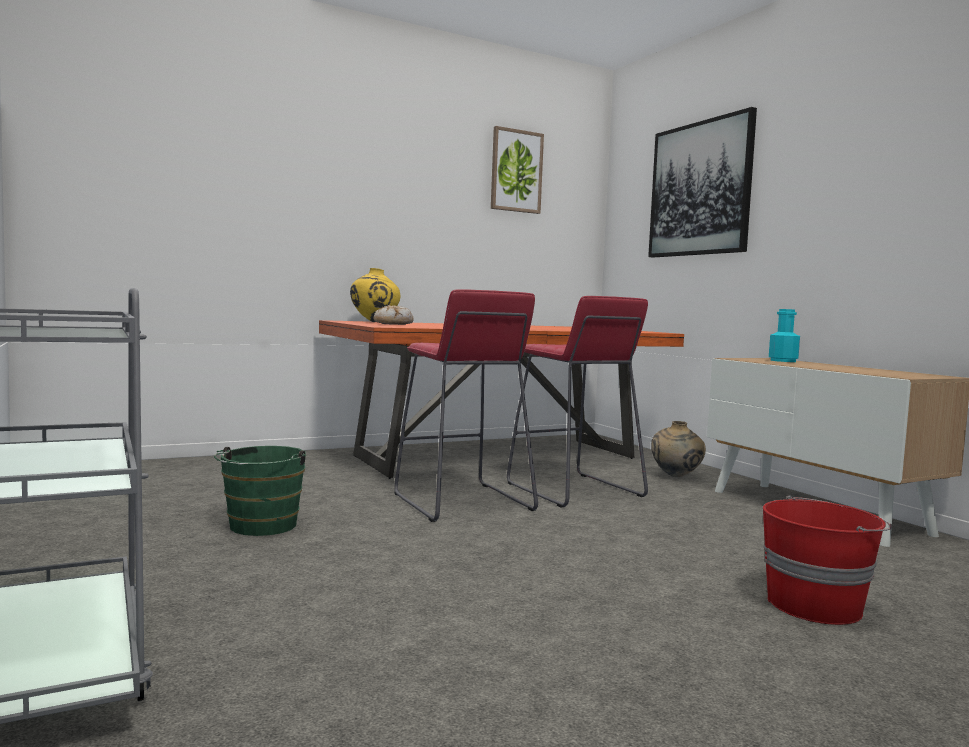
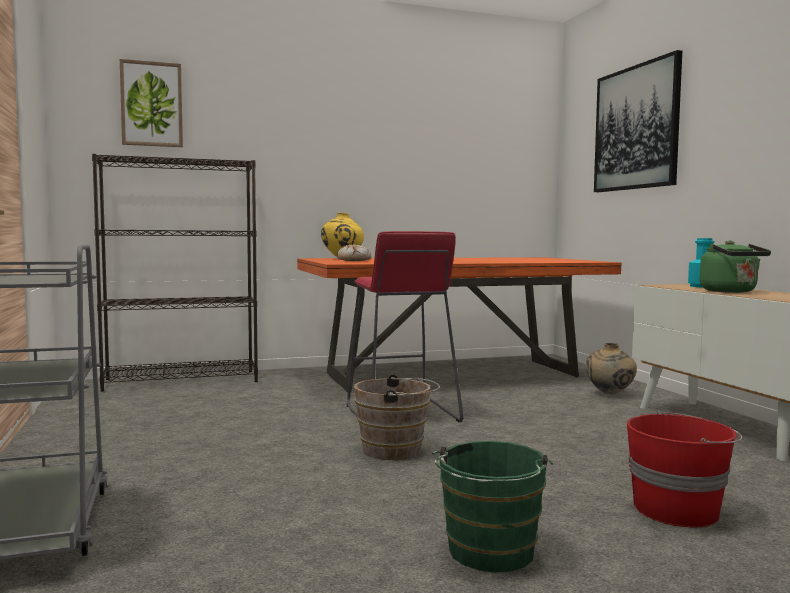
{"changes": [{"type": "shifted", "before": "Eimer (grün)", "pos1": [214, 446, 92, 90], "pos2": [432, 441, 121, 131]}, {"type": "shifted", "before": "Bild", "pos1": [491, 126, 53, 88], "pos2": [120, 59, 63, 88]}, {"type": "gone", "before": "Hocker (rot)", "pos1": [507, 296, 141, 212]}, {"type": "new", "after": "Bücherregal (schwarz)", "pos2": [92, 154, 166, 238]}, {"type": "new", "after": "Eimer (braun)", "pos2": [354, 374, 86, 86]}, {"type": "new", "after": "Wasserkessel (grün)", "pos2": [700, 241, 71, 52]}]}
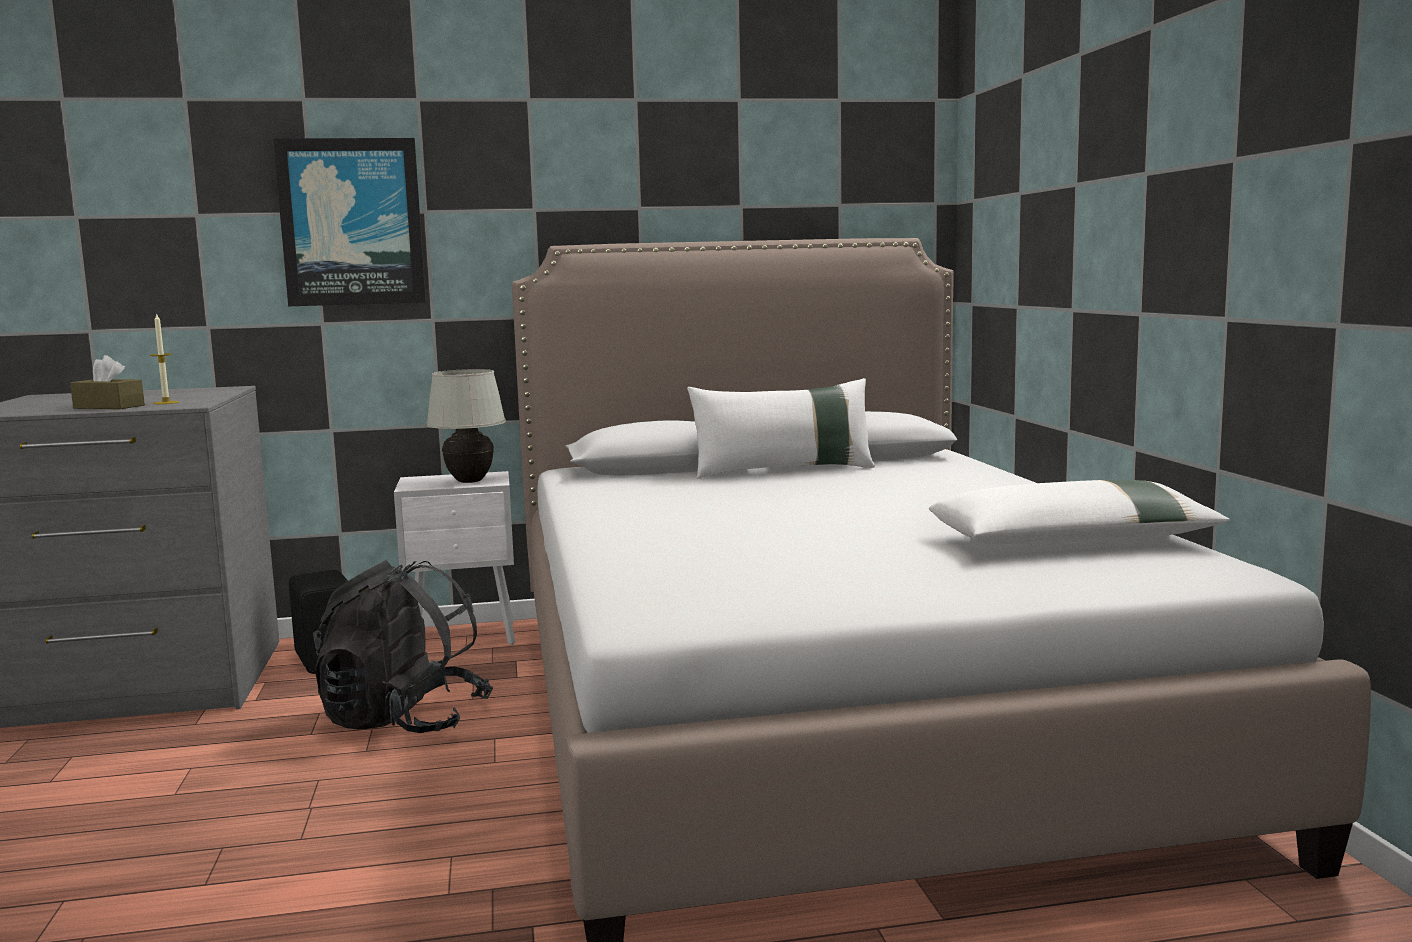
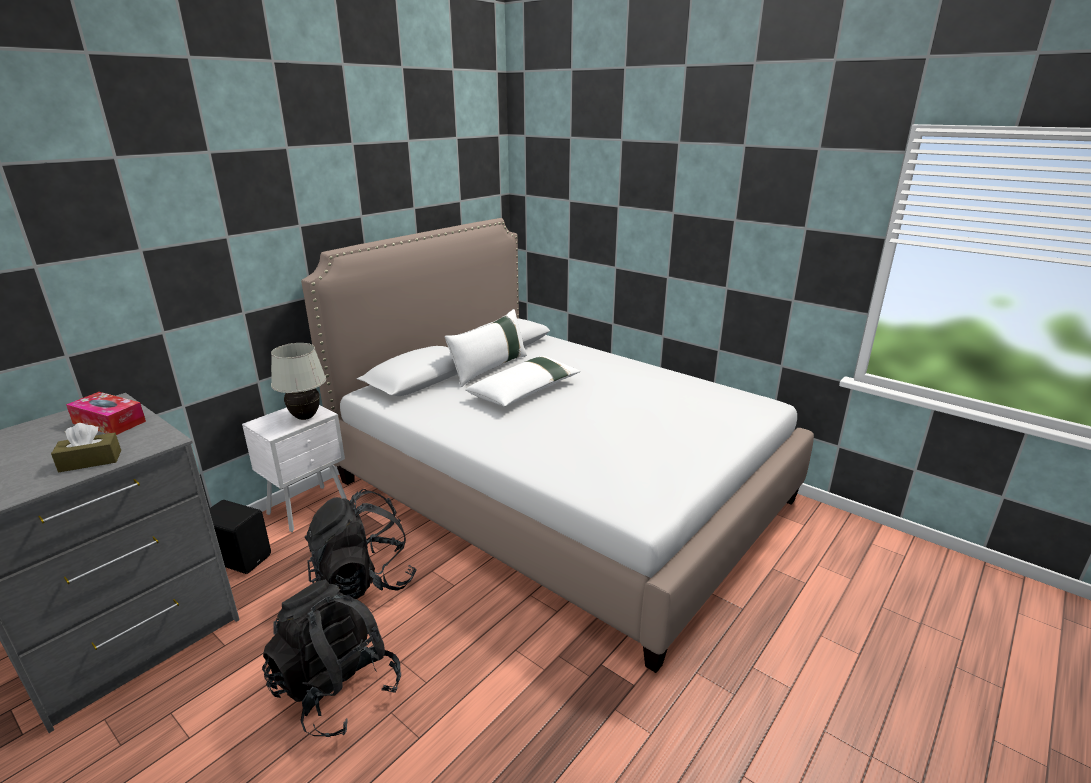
{"changes": [{"type": "gone", "before": "Kerze", "pos1": [150, 313, 29, 91]}, {"type": "gone", "before": "Bild", "pos1": [273, 138, 153, 168]}, {"type": "shifted", "before": "Kissen (weiß)", "pos1": [929, 480, 301, 65], "pos2": [465, 356, 116, 51]}, {"type": "new", "after": "Taschentuchbox", "pos2": [66, 392, 80, 43]}, {"type": "new", "after": "Rucksack (schwarz)", "pos2": [262, 579, 139, 158]}]}
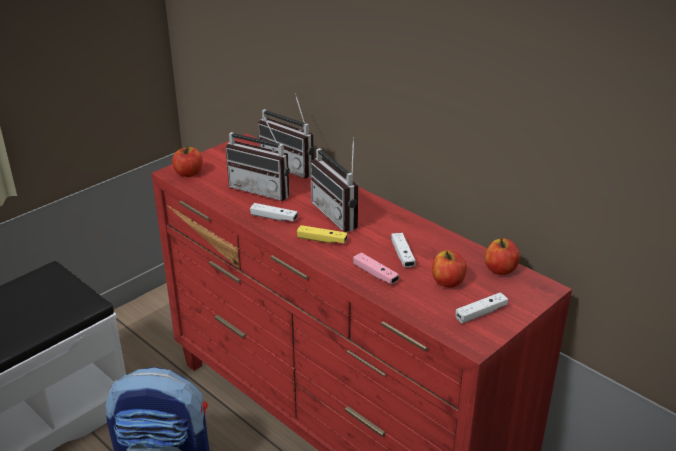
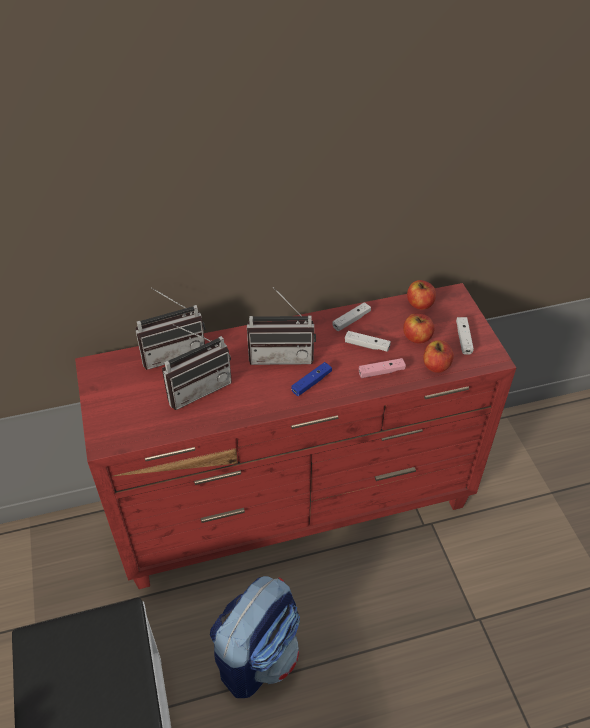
{"changes": [{"type": "shifted", "before": "Apfel", "pos1": [172, 146, 31, 31], "pos2": [423, 340, 31, 33]}, {"type": "shifted", "before": "Gamepad (weiß)", "pos1": [250, 203, 48, 18], "pos2": [333, 302, 38, 29]}, {"type": "repainted", "before": "Gamepad (gelb)", "after": "Gamepad (blau)", "pos1": [297, 225, 51, 18], "pos2": [291, 362, 41, 34]}]}
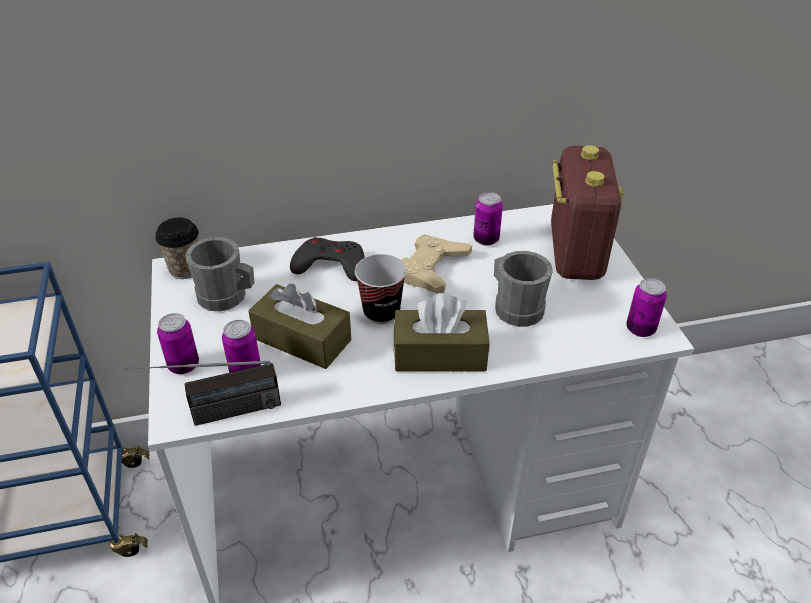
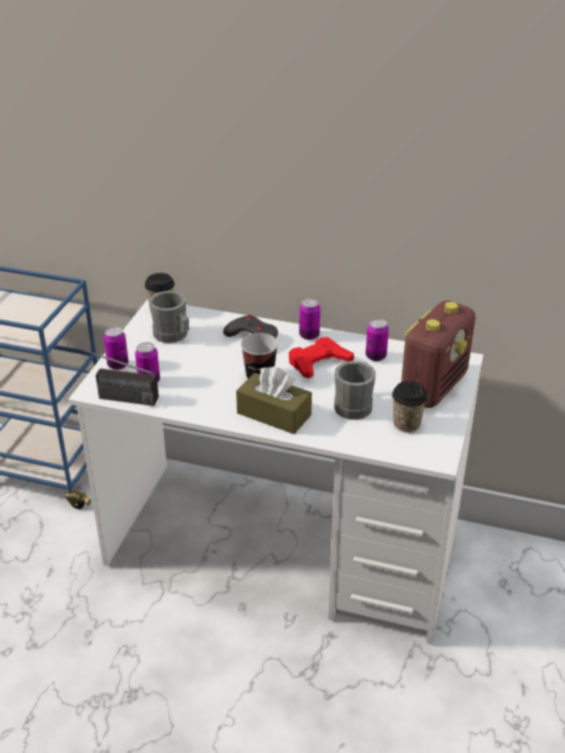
{"changes": [{"type": "gone", "before": "Taschentuchbox (braun)", "pos1": [248, 284, 103, 85]}, {"type": "repainted", "before": "Gamepad (beige)", "after": "Gamepad (rot)", "pos1": [401, 234, 71, 59], "pos2": [289, 337, 65, 42]}, {"type": "shifted", "before": "Dose", "pos1": [626, 278, 41, 59], "pos2": [299, 298, 21, 42]}, {"type": "new", "after": "Tasse", "pos2": [392, 381, 36, 52]}]}
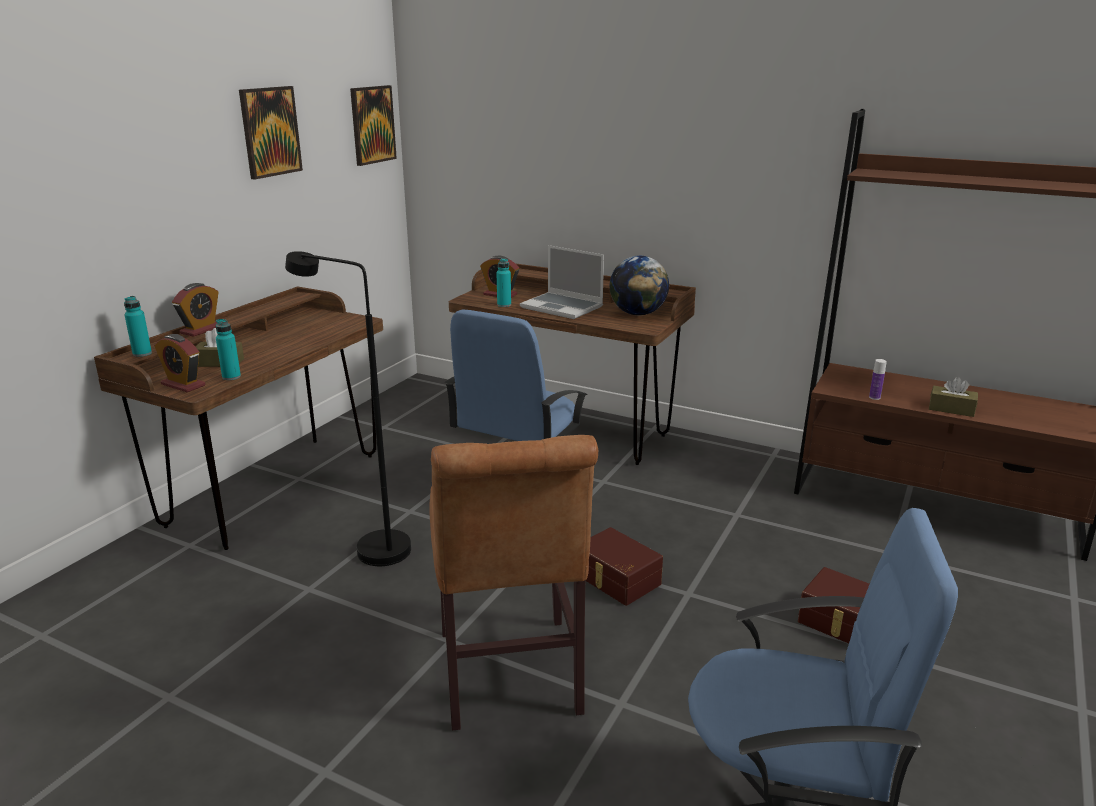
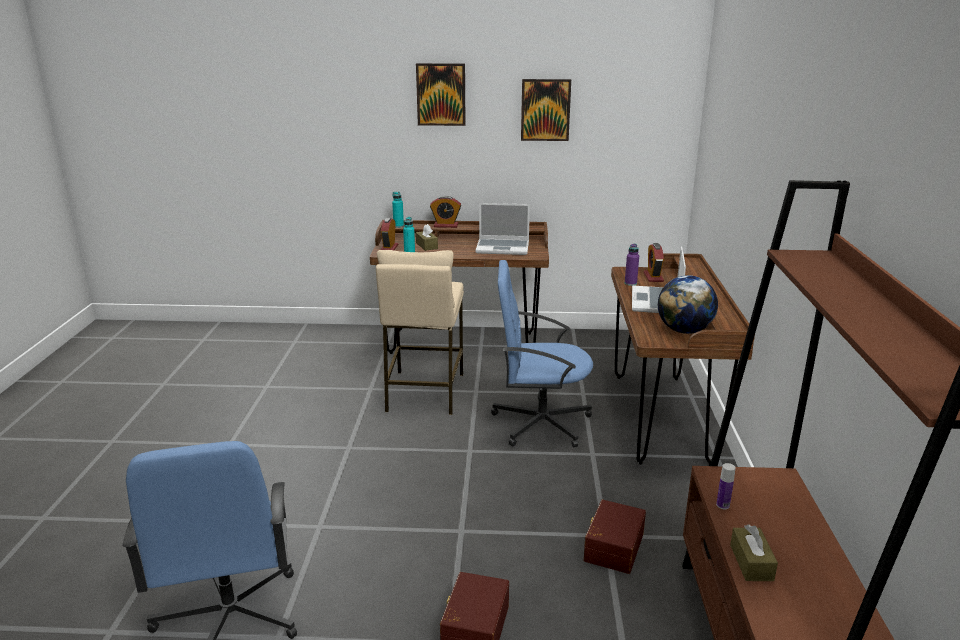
{"changes": [{"type": "swapped", "before": "Stehlampe (schwarz)", "after": "Hocker (beige)", "pos1": [285, 251, 126, 315], "pos2": [376, 250, 88, 165]}, {"type": "shifted", "before": "Bild", "pos1": [350, 85, 47, 81], "pos2": [416, 63, 50, 63]}, {"type": "gone", "before": "Stuhl (braun)", "pos1": [430, 435, 168, 296]}, {"type": "repainted", "before": "Flasche (türkis)", "after": "Flasche (lila)", "pos1": [496, 258, 15, 49], "pos2": [625, 244, 14, 42]}, {"type": "shifted", "before": "Aufbewahrungsbox (braun)", "pos1": [585, 527, 78, 79], "pos2": [584, 500, 62, 74]}, {"type": "new", "after": "Laptop", "pos2": [476, 203, 54, 52]}]}
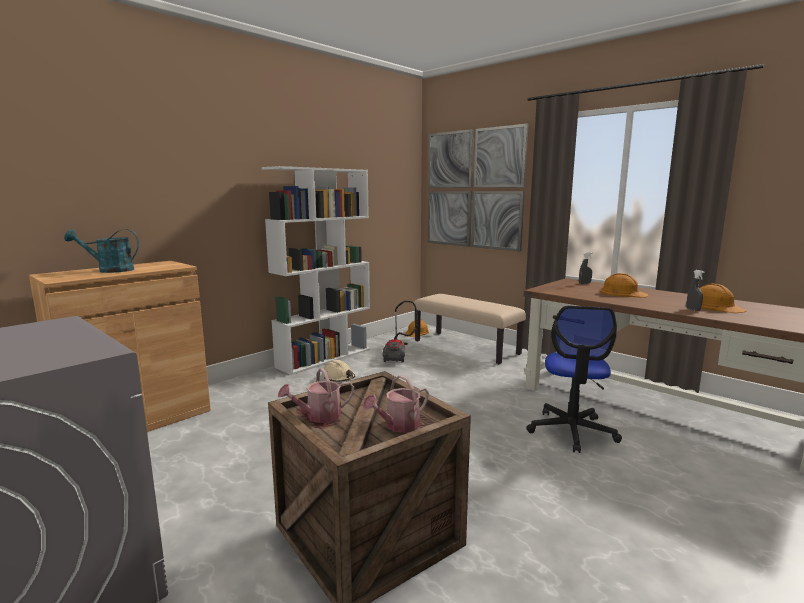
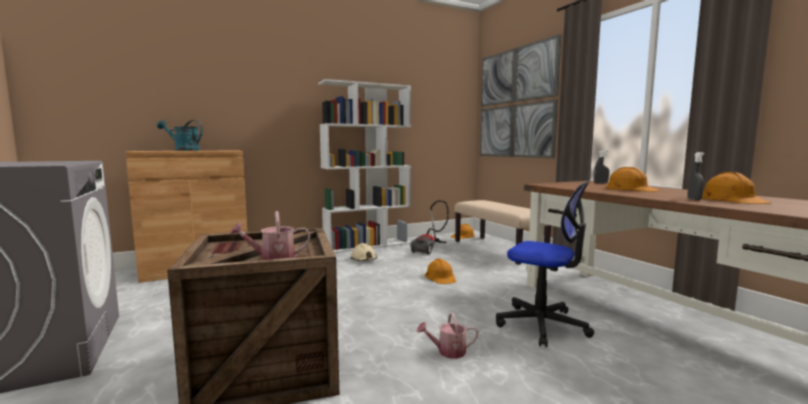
{"changes": [{"type": "shifted", "before": "Gießkanne", "pos1": [278, 368, 76, 55], "pos2": [417, 313, 61, 46]}, {"type": "rotated", "before": "Bürostuhl", "pos1": [526, 306, 96, 147], "pos2": [496, 181, 98, 166], "turn": -90}, {"type": "new", "after": "Schutzhelm (orange)", "pos2": [425, 258, 32, 26]}]}
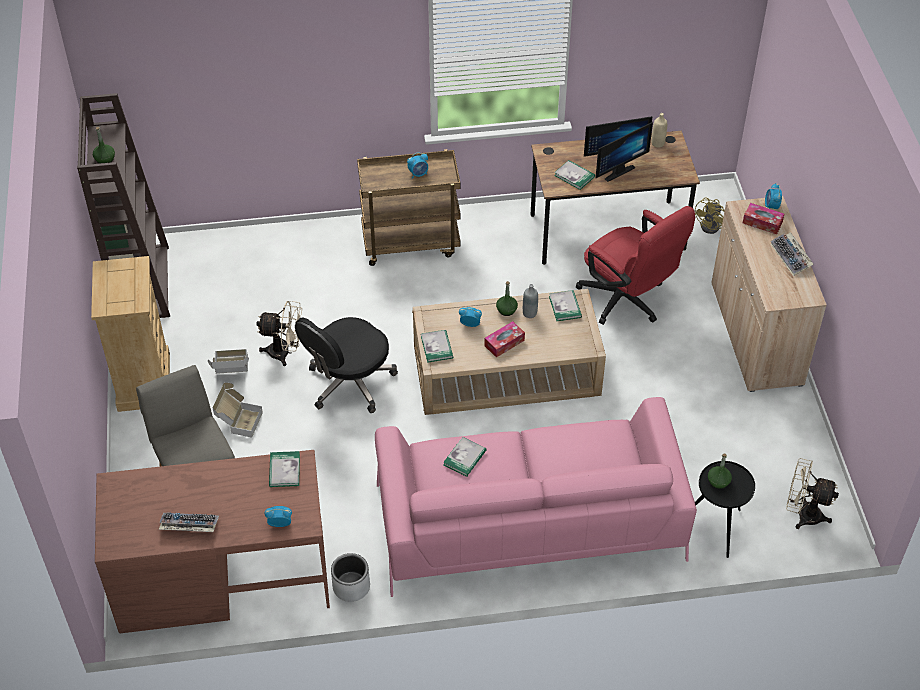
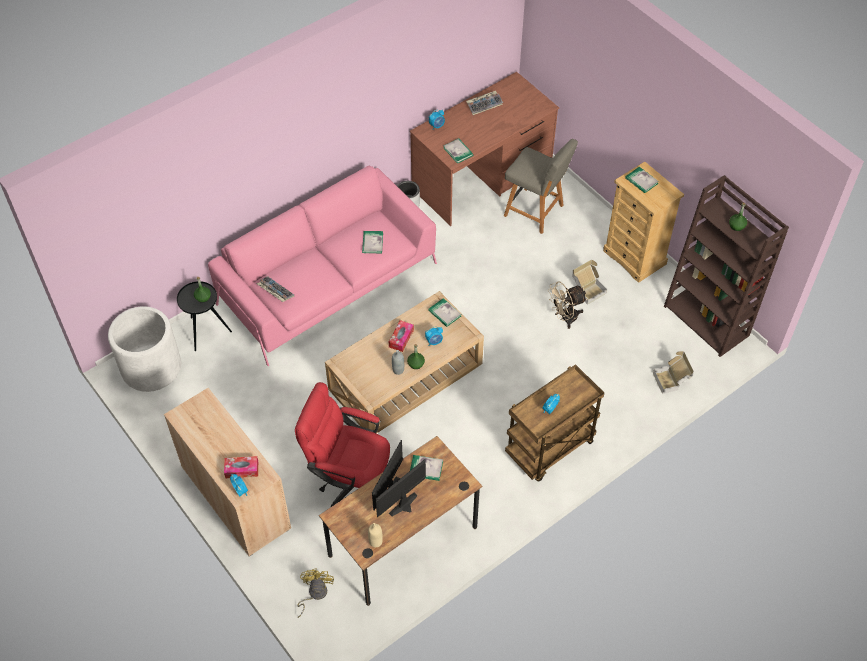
{"changes": [{"type": "shifted", "before": "Karton", "pos1": [213, 383, 50, 55], "pos2": [653, 351, 41, 43]}, {"type": "gone", "before": "Bürostuhl (schwarz)", "pos1": [295, 317, 103, 96]}, {"type": "shifted", "before": "Buch", "pos1": [549, 290, 33, 31], "pos2": [625, 167, 34, 26]}, {"type": "shifted", "before": "Tastatur", "pos1": [771, 232, 43, 44], "pos2": [257, 276, 37, 26]}, {"type": "swapped", "before": "Ventilator (beige)", "after": "Pflanzkübel (weiß)", "pos1": [786, 458, 53, 71], "pos2": [108, 306, 73, 86]}]}
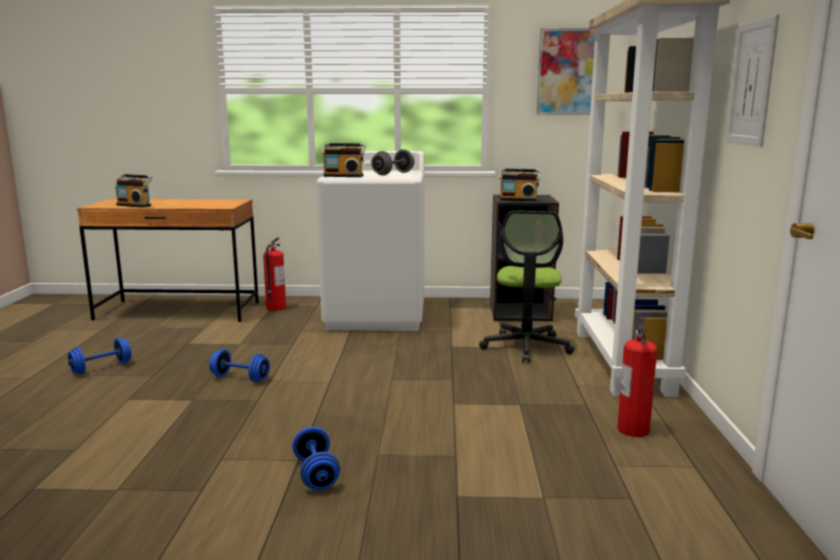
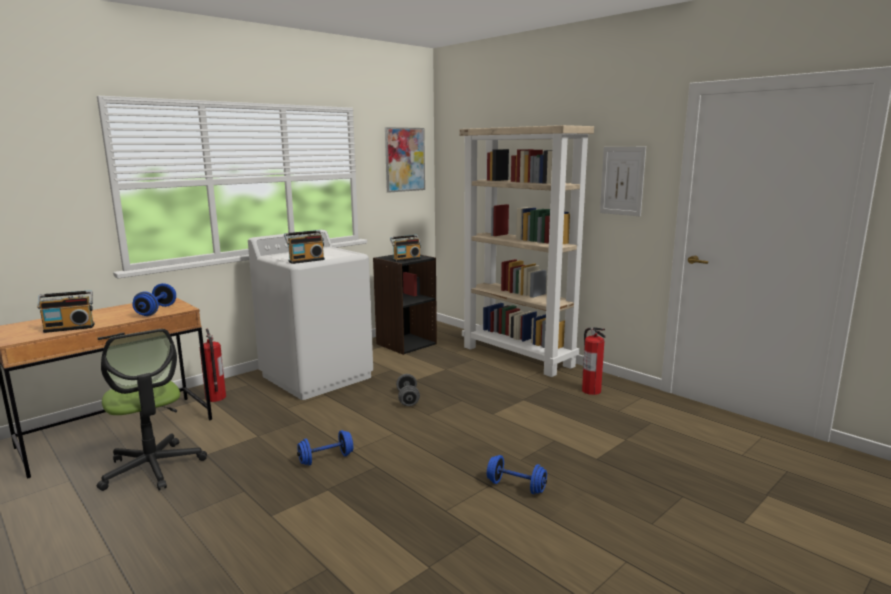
{"changes": [{"type": "shifted", "before": "Hantel (blau)", "pos1": [68, 338, 63, 36], "pos2": [132, 283, 44, 33]}, {"type": "shifted", "before": "Hantel (grau)", "pos1": [371, 149, 43, 26], "pos2": [396, 374, 24, 32]}, {"type": "shifted", "before": "Bürostuhl", "pos1": [479, 211, 96, 152], "pos2": [97, 329, 110, 162]}]}
